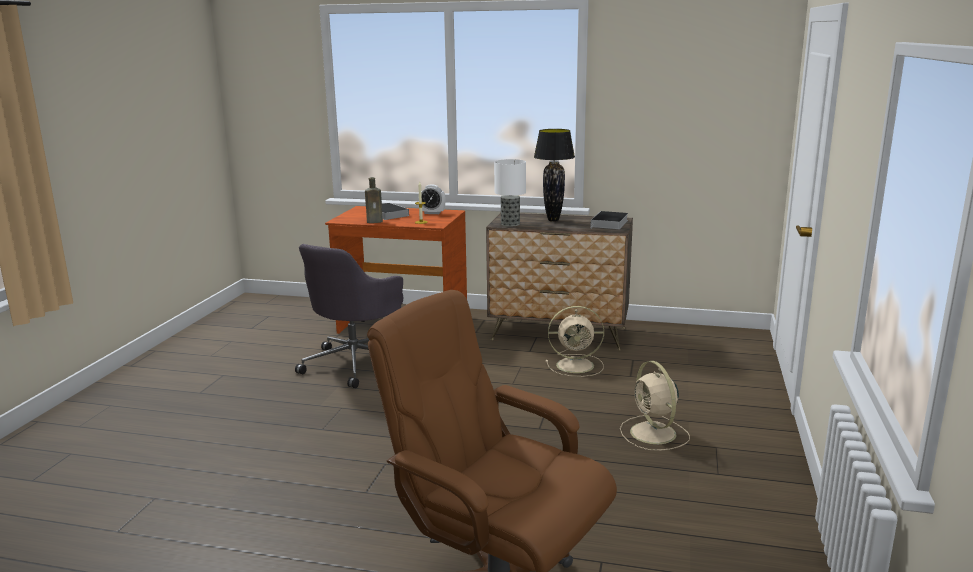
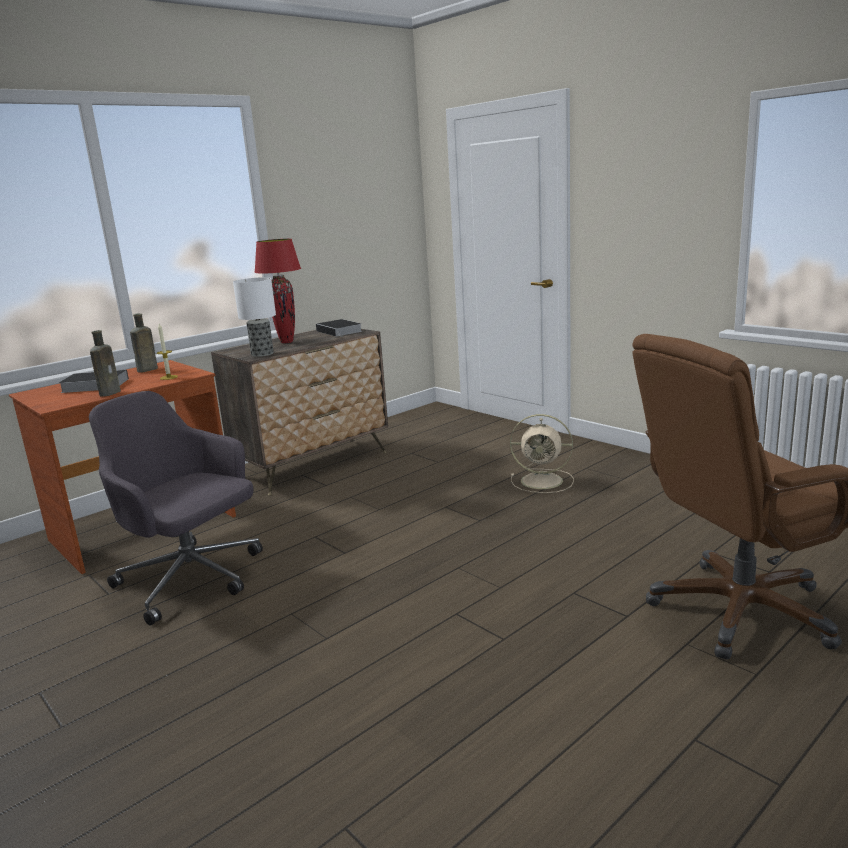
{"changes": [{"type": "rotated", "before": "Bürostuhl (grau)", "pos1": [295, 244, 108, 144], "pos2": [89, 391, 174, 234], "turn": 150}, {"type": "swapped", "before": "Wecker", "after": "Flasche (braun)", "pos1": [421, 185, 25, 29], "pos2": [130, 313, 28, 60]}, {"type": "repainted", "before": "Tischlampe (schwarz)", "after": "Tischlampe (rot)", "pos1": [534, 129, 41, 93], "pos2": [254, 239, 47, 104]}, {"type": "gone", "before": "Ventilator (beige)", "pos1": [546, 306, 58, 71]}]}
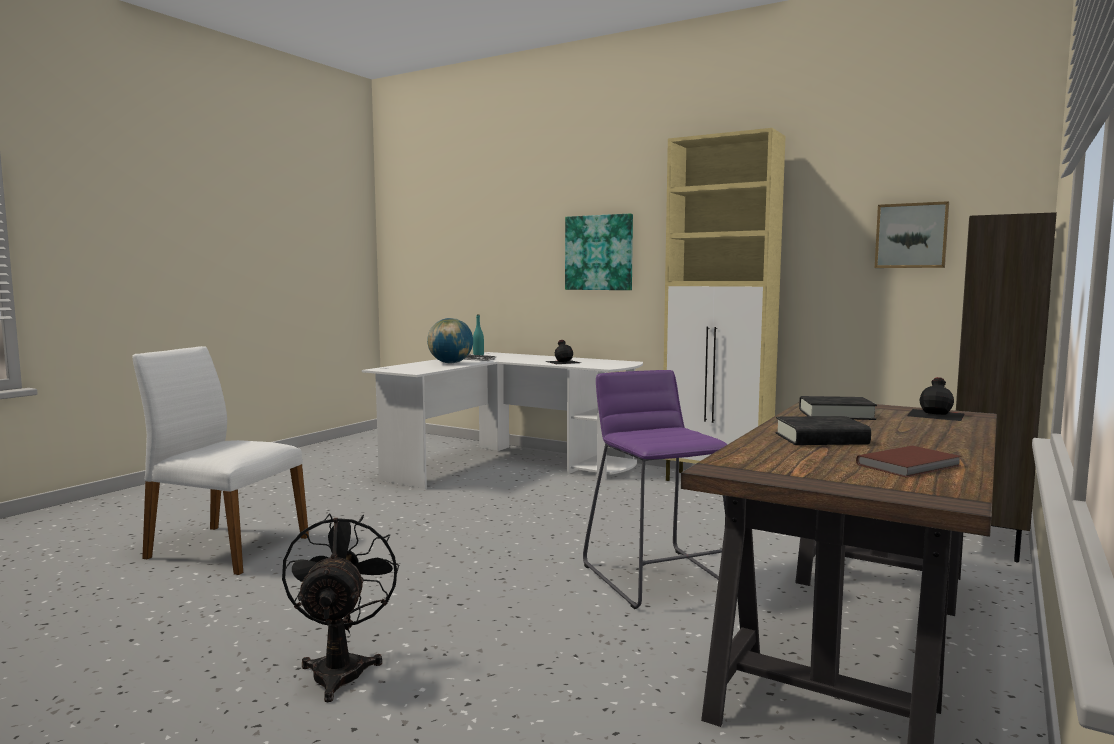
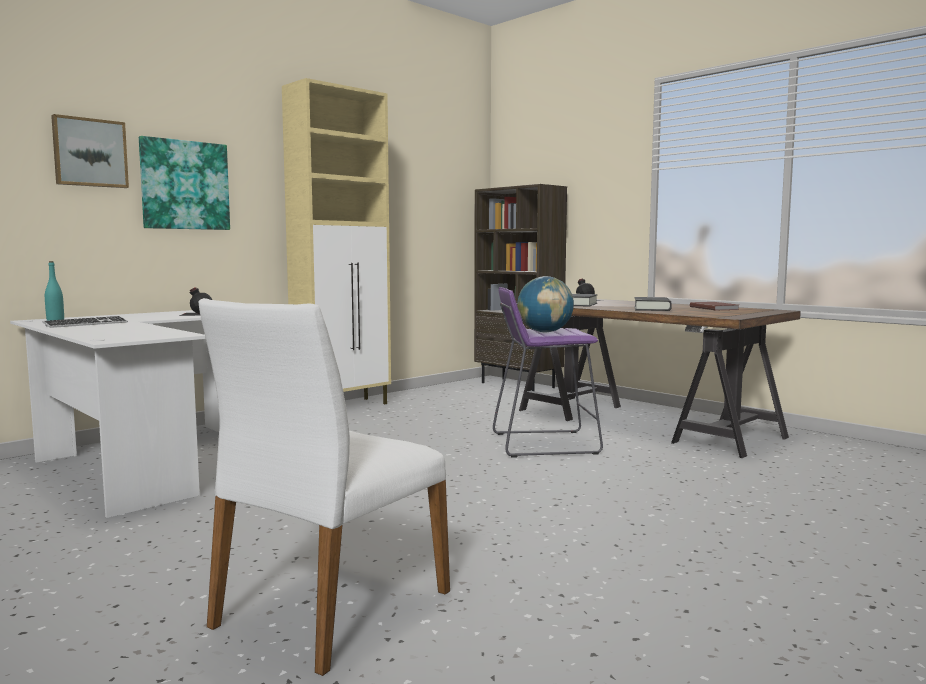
{"changes": [{"type": "gone", "before": "Ventilator (schwarz)", "pos1": [282, 514, 117, 188]}, {"type": "shifted", "before": "Globus", "pos1": [427, 318, 46, 45], "pos2": [517, 276, 57, 56]}, {"type": "shifted", "before": "Bild", "pos1": [875, 201, 74, 67], "pos2": [51, 114, 78, 74]}]}
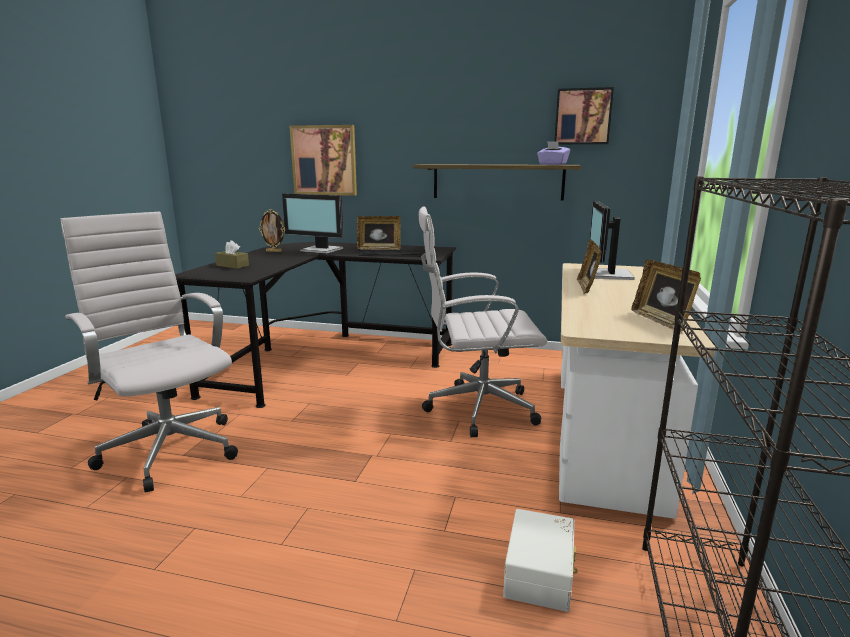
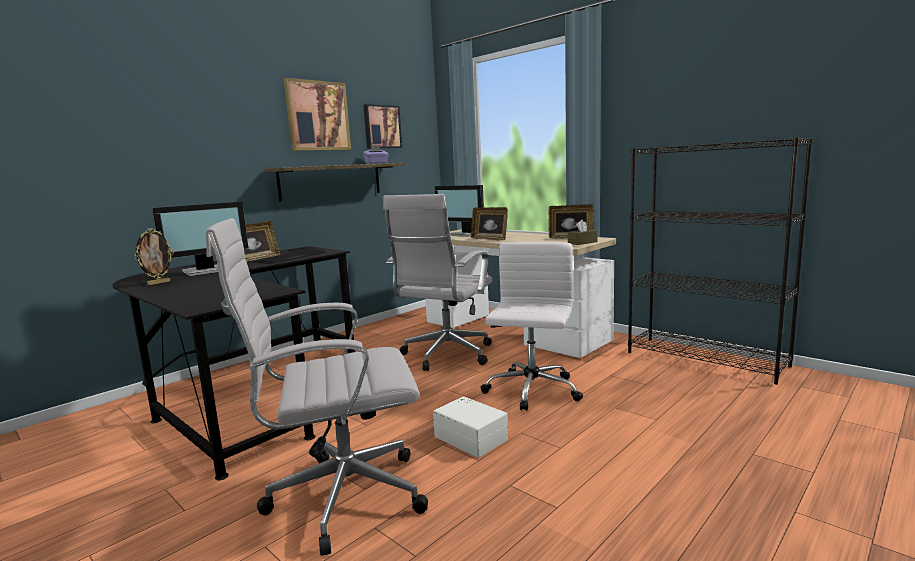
{"changes": [{"type": "shifted", "before": "Taschentuchbox (braun)", "pos1": [215, 240, 34, 29], "pos2": [568, 220, 30, 25]}, {"type": "shifted", "before": "Bild", "pos1": [290, 125, 67, 71], "pos2": [283, 78, 68, 73]}, {"type": "shifted", "before": "Aufbewahrungsbox (weiß)", "pos1": [503, 509, 74, 103], "pos2": [433, 396, 75, 62]}, {"type": "new", "after": "Bürostuhl (weiß)", "pos2": [480, 242, 103, 169]}]}
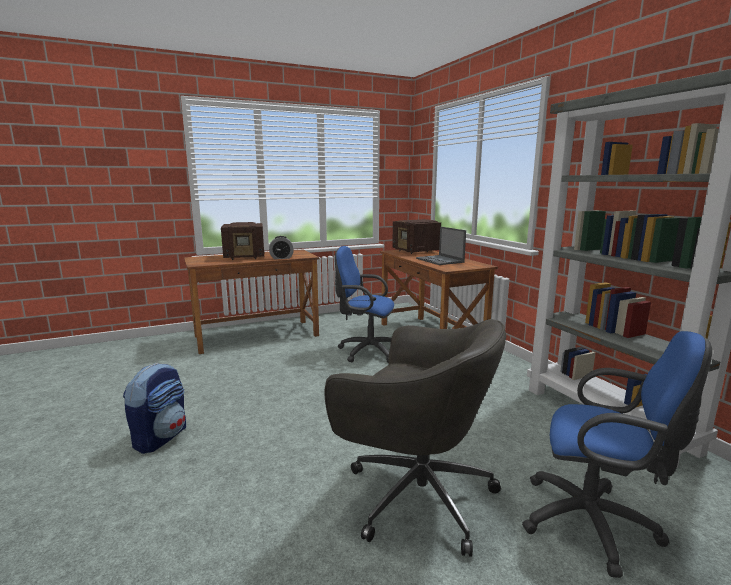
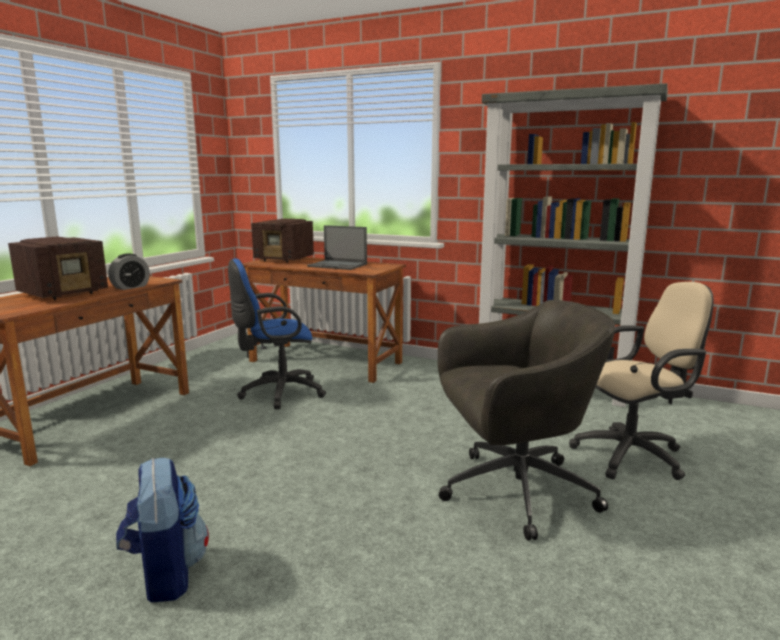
{"changes": [{"type": "repainted", "before": "Bürostuhl (blau)", "after": "Bürostuhl (beige)", "pos1": [522, 331, 190, 247], "pos2": [569, 282, 144, 198]}]}
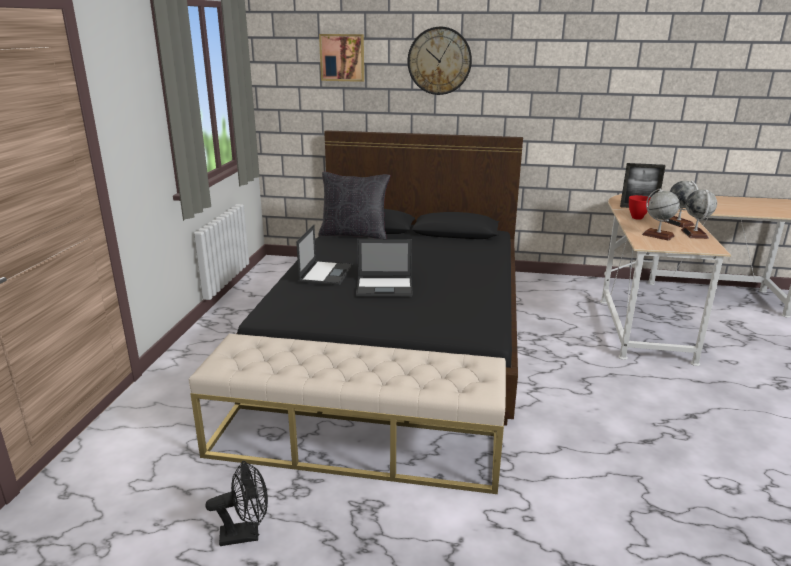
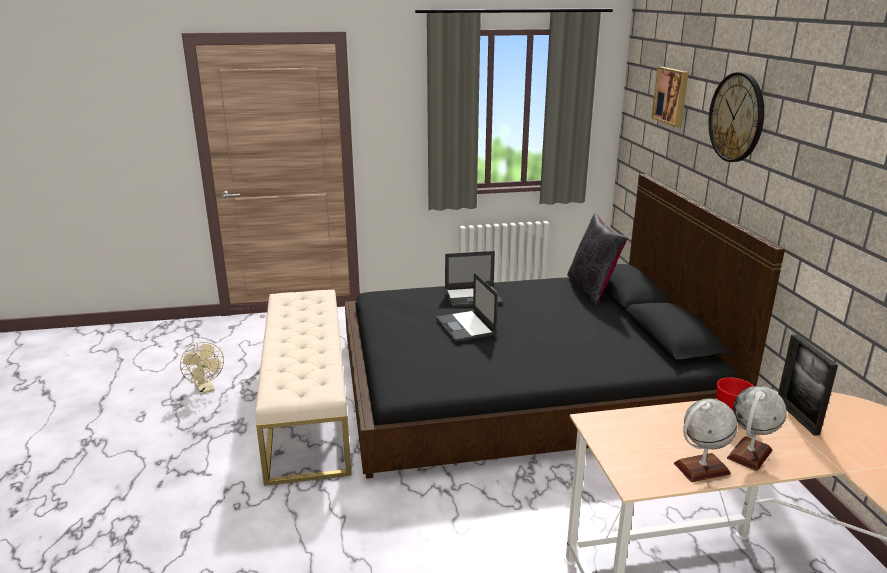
{"changes": [{"type": "repainted", "before": "Ventilator (schwarz)", "after": "Ventilator (beige)", "pos1": [205, 461, 63, 85], "pos2": [180, 342, 44, 52]}, {"type": "gone", "before": "Globus", "pos1": [642, 188, 38, 53]}]}
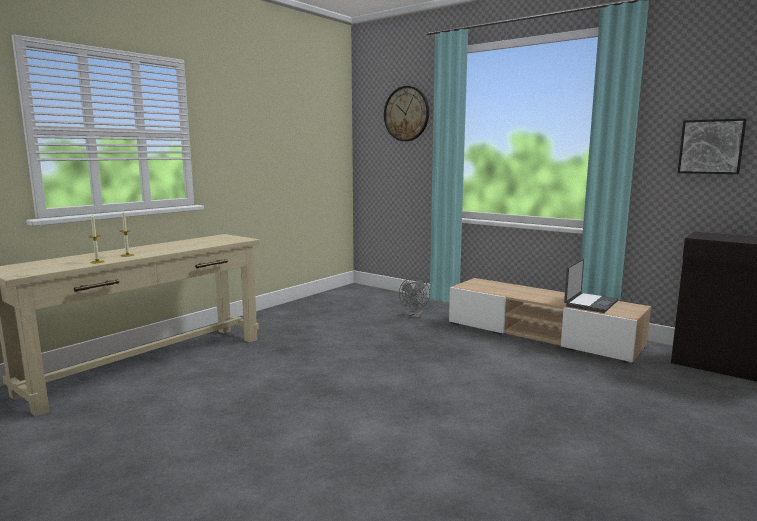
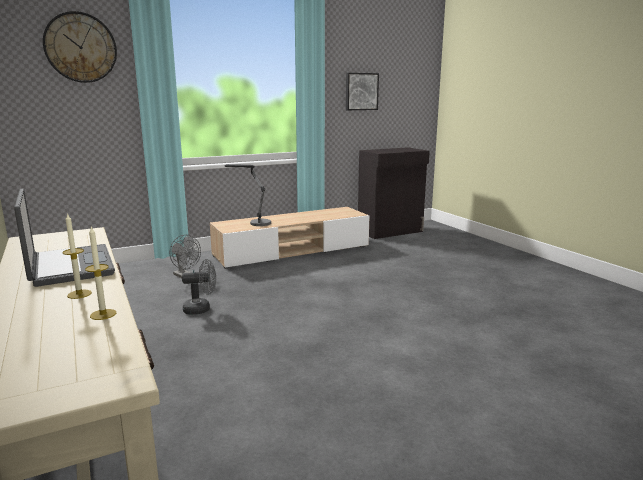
{"changes": [{"type": "shifted", "before": "Laptop", "pos1": [564, 259, 54, 54], "pos2": [14, 189, 101, 98]}, {"type": "new", "after": "Ventilator (grau)", "pos2": [182, 259, 34, 56]}, {"type": "new", "after": "Tischlampe", "pos2": [225, 164, 46, 62]}]}
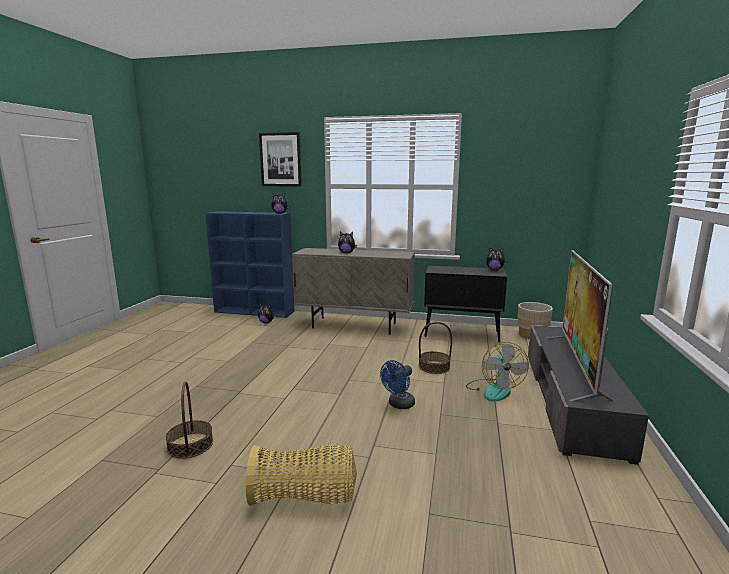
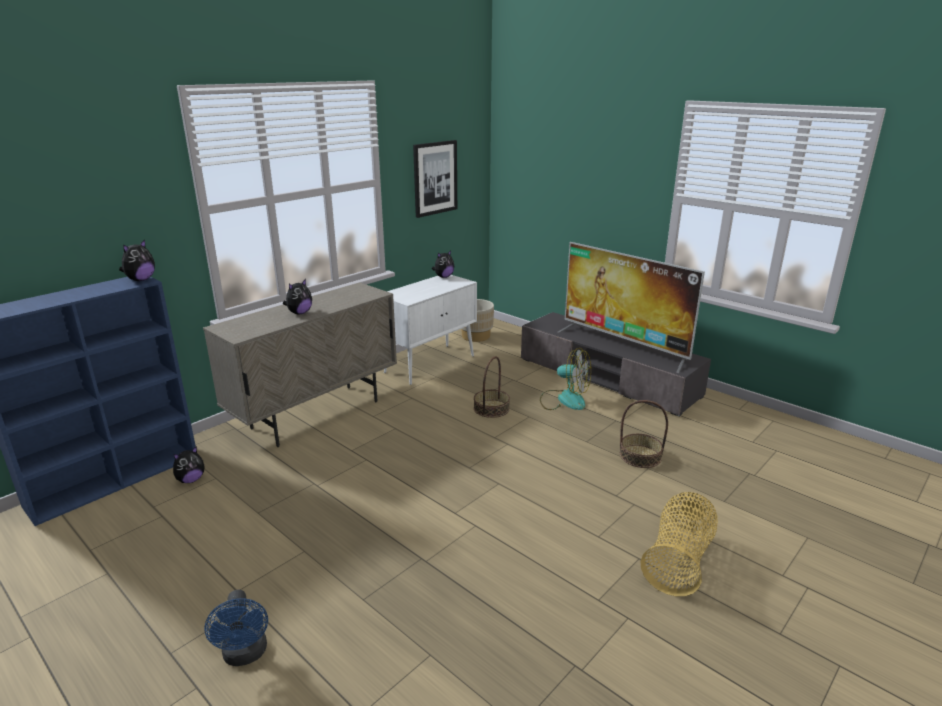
{"changes": [{"type": "shifted", "before": "Korb", "pos1": [166, 381, 47, 78], "pos2": [620, 400, 48, 68]}, {"type": "shifted", "before": "Bild", "pos1": [259, 132, 43, 55], "pos2": [413, 140, 44, 78]}, {"type": "shifted", "before": "Ventilator (blau)", "pos1": [380, 360, 35, 49], "pos2": [204, 590, 64, 76]}, {"type": "repainted", "before": "Schrank (schwarz)", "after": "Schrank (weiß)", "pos1": [424, 265, 83, 78], "pos2": [384, 275, 93, 110]}]}
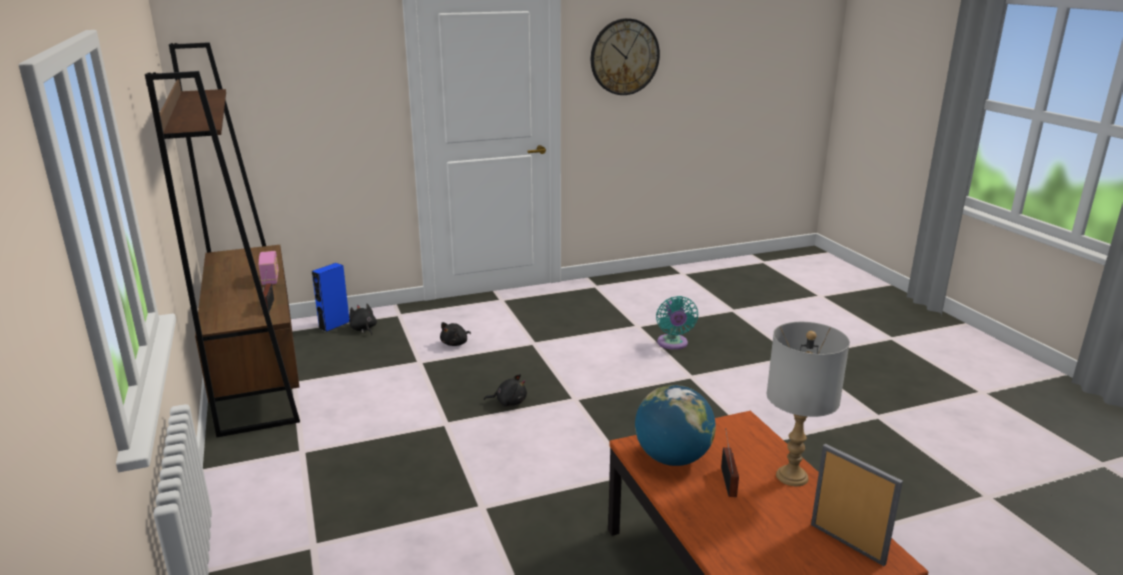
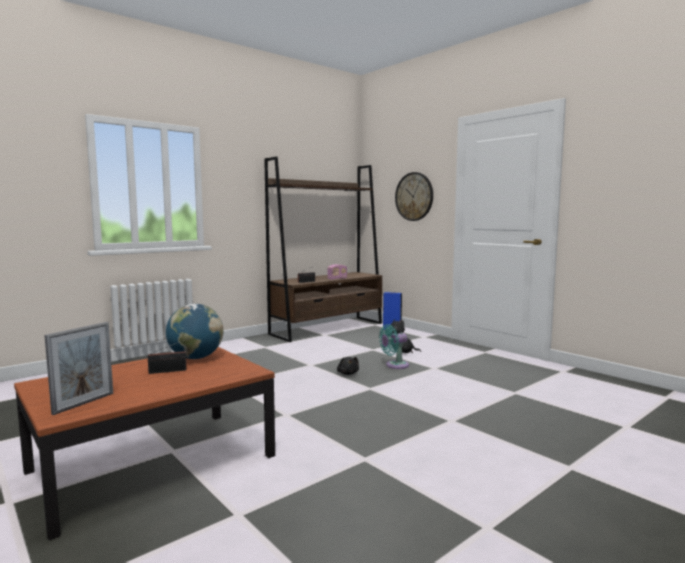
{"changes": [{"type": "shifted", "before": "Wanduhr", "pos1": [591, 18, 69, 77], "pos2": [395, 172, 38, 49]}, {"type": "shifted", "before": "Ventilator (türkis)", "pos1": [656, 296, 42, 54], "pos2": [379, 324, 30, 45]}, {"type": "gone", "before": "Tischlampe (grau)", "pos1": [767, 322, 83, 164]}]}
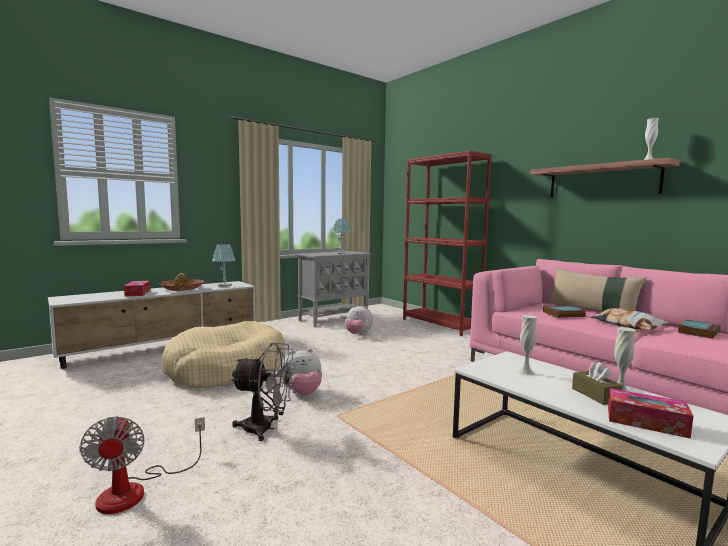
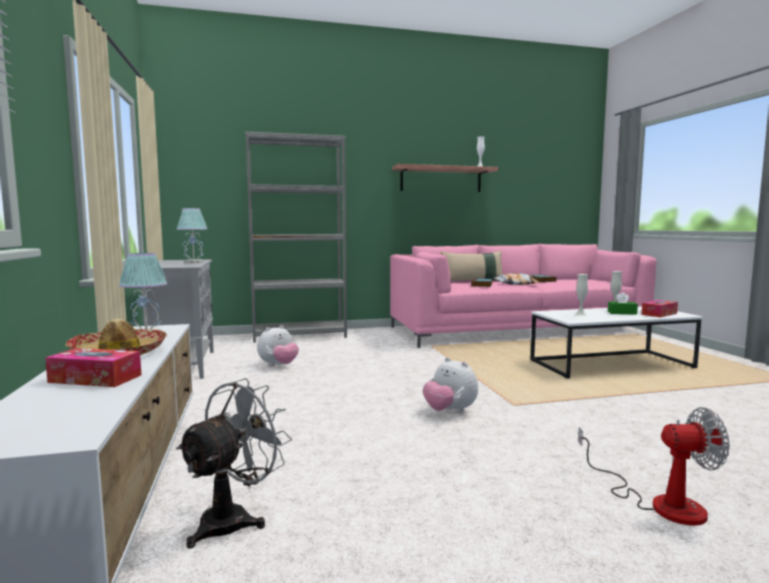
{"changes": [{"type": "gone", "before": "Hundebett (beige)", "pos1": [162, 321, 123, 67]}, {"type": "shifted", "before": "Ventilator (grau)", "pos1": [230, 343, 66, 98], "pos2": [176, 378, 116, 171]}, {"type": "rotated", "before": "Plüschtier", "pos1": [281, 348, 41, 48], "pos2": [423, 357, 55, 56], "turn": 135}, {"type": "repainted", "before": "Bücherregal (rot)", "after": "Bücherregal (grau)", "pos1": [403, 151, 89, 185], "pos2": [245, 132, 102, 211]}, {"type": "repainted", "before": "Taschentuchbox (braun)", "after": "Taschentuchbox (grün)", "pos1": [572, 362, 50, 43], "pos2": [608, 292, 30, 23]}]}
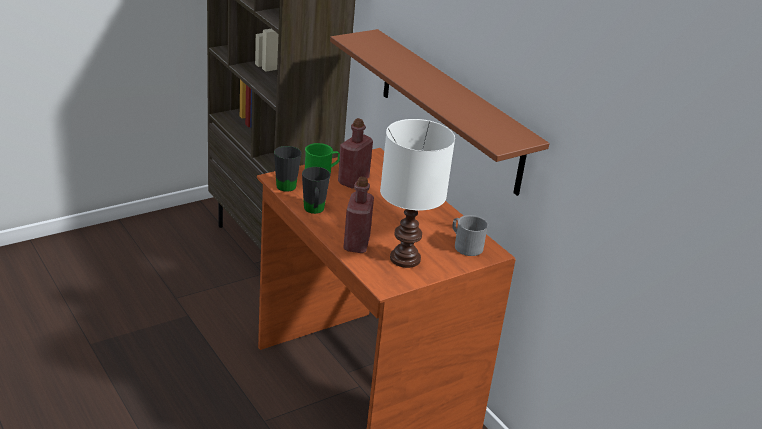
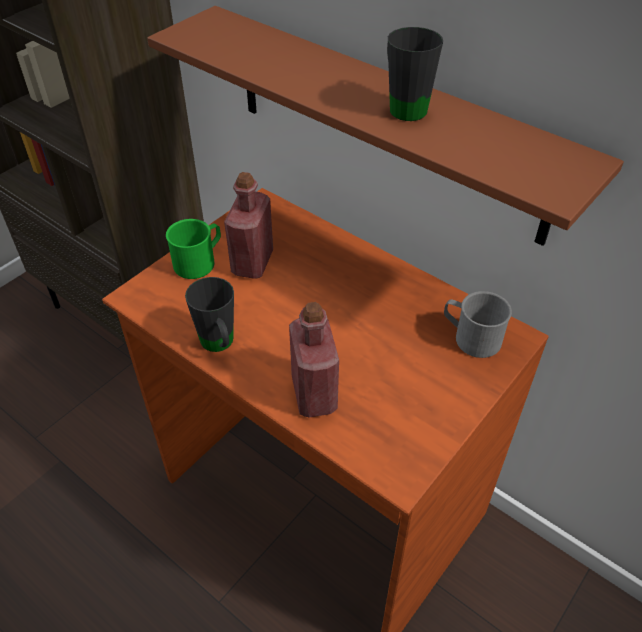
{"changes": [{"type": "shifted", "before": "Henkelbecher (schwarz)", "pos1": [274, 146, 28, 46], "pos2": [387, 27, 56, 94]}, {"type": "gone", "before": "Tischlampe (weiß)", "pos1": [380, 119, 75, 149]}]}
